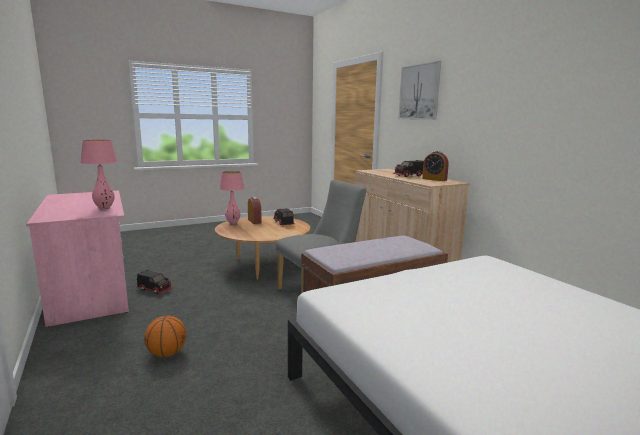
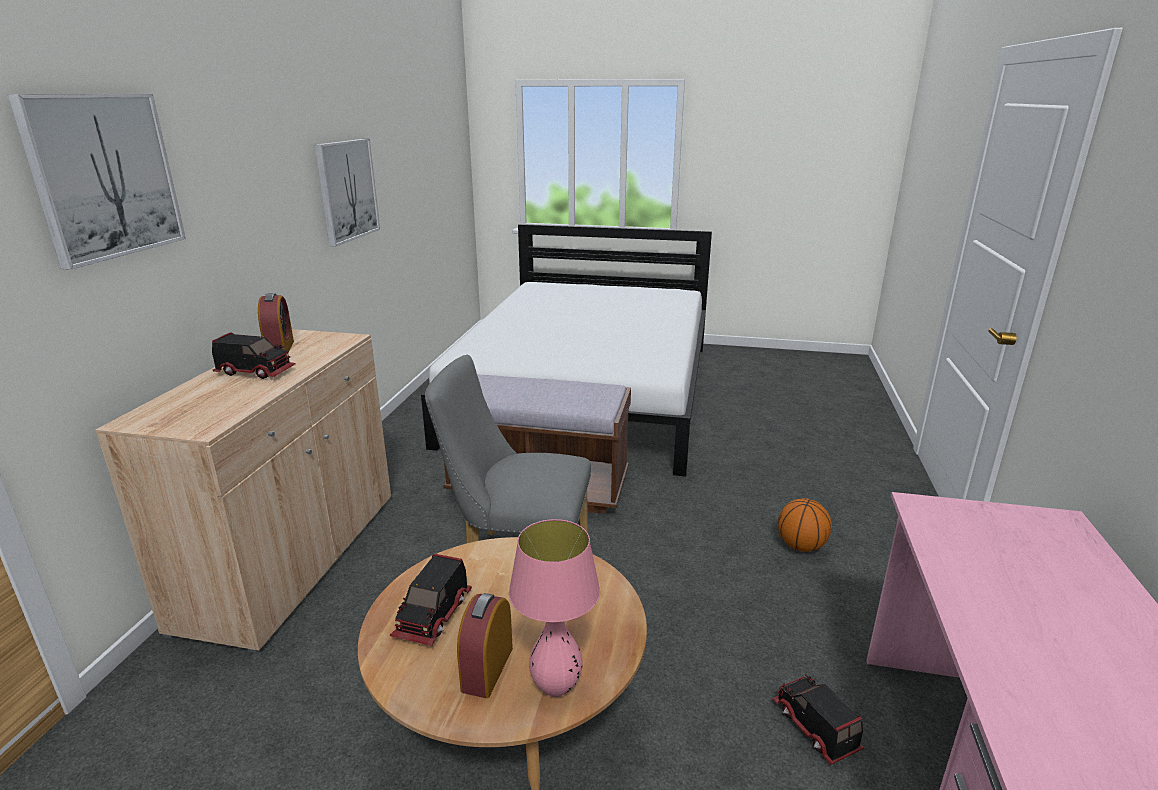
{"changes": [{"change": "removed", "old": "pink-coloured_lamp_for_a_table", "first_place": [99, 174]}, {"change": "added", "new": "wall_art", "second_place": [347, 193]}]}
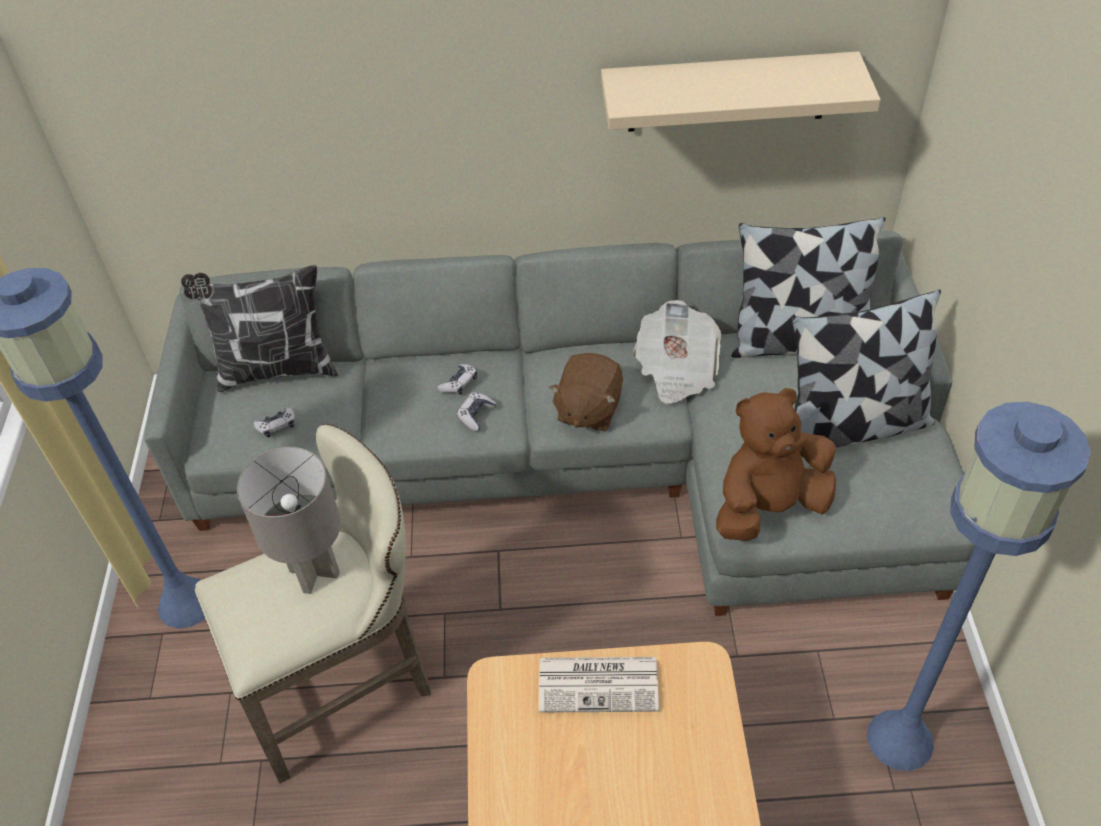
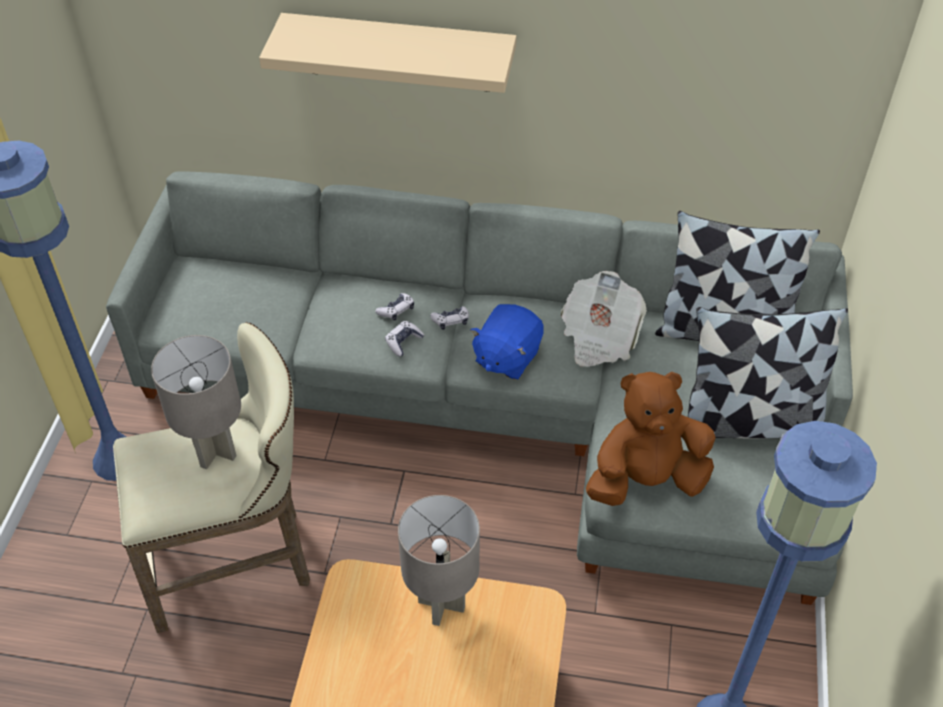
{"changes": [{"change": "removed", "old": "cushion", "first_place": [259, 328]}, {"change": "moved", "old": "game_controller", "first_place": [274, 422], "second_place": [449, 318]}, {"change": "replaced", "old": "printed_paper", "new": "gray_lamp_for_a_table", "first_place": [599, 685], "second_place": [439, 560]}, {"change": "recoloured", "old": "brown_plush_toy", "new": "bluish_plush_toy", "first_place": [586, 392], "second_place": [506, 342]}, {"change": "moved", "old": "beige_wall_shelf", "first_place": [741, 91], "second_place": [388, 53]}]}
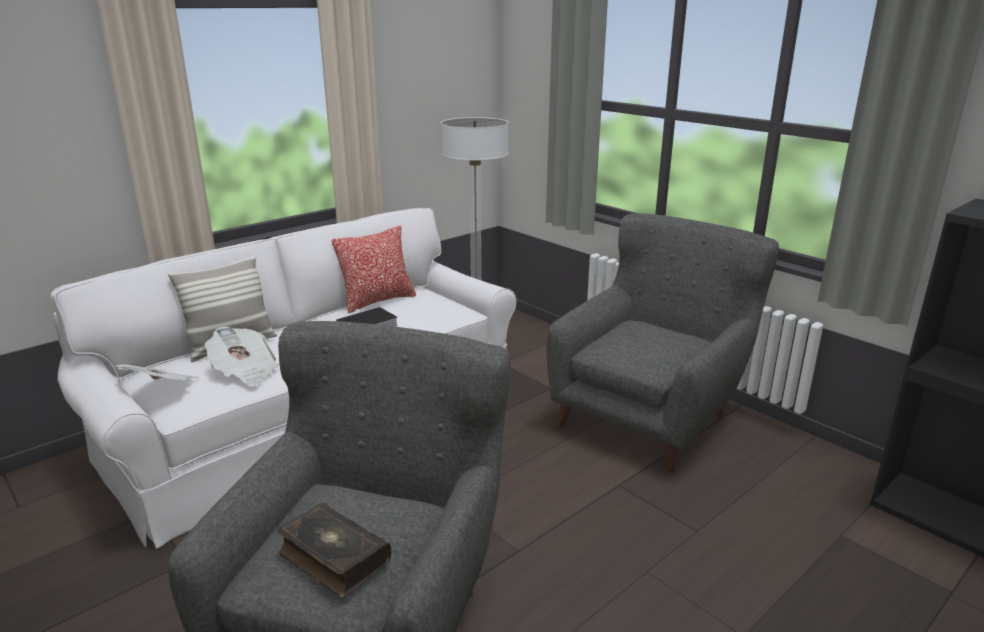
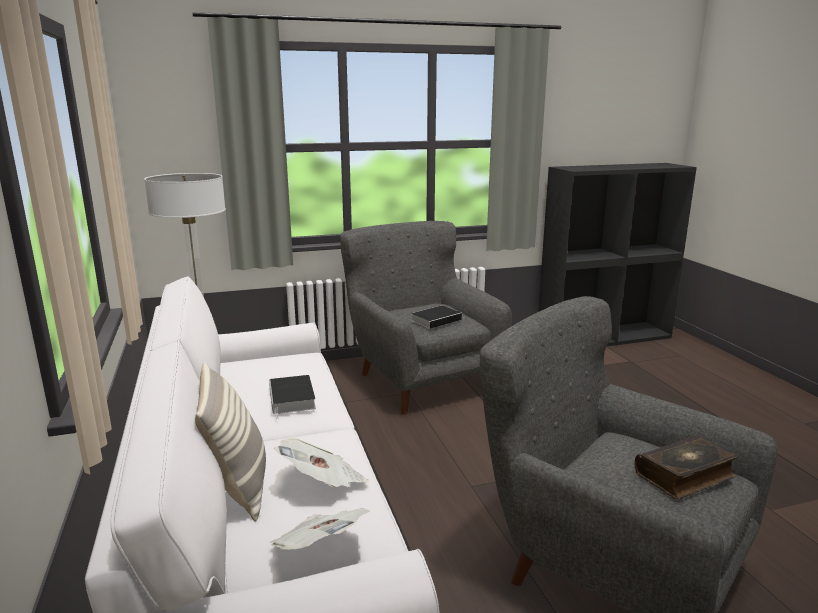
{"changes": [{"change": "removed", "old": "cushion", "first_place": [374, 270]}, {"change": "added", "new": "volume", "second_place": [438, 317]}]}
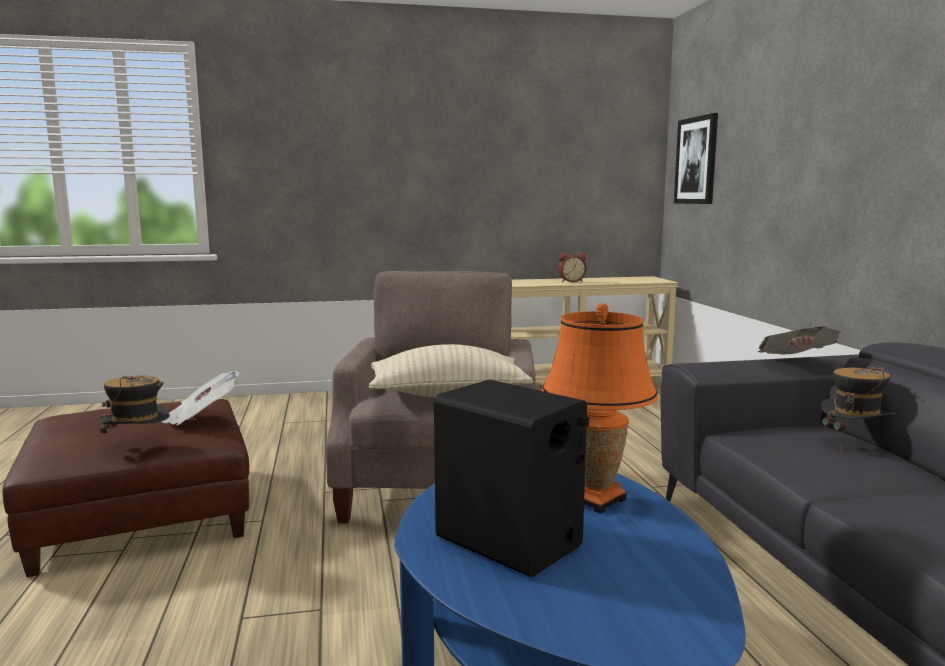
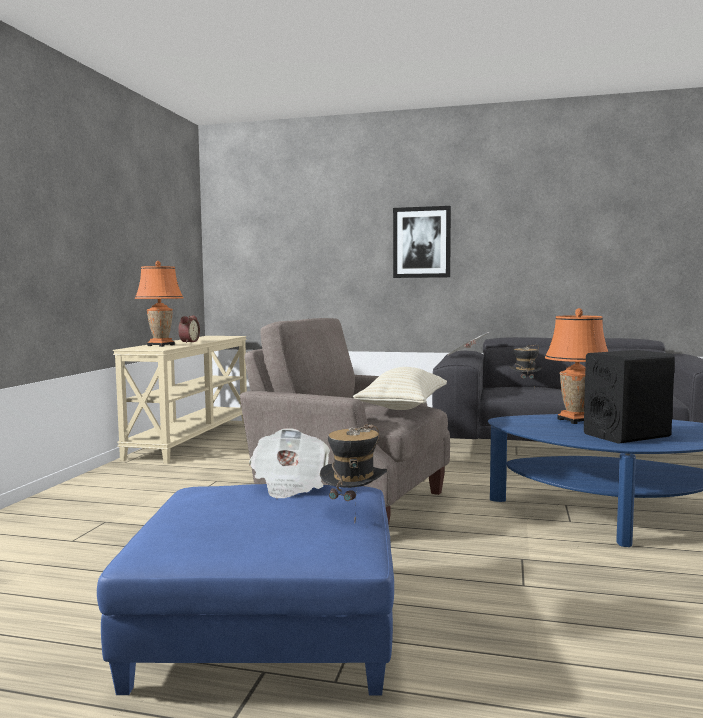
{"changes": [{"change": "recoloured", "old": "brown_pouffe", "new": "bluish_pouffe", "first_place": [126, 488], "second_place": [245, 589]}, {"change": "moved", "old": "wall_art", "first_place": [696, 158], "second_place": [422, 242]}, {"change": "added", "new": "orange-coloured_lamp_for_a_table", "second_place": [159, 304]}]}
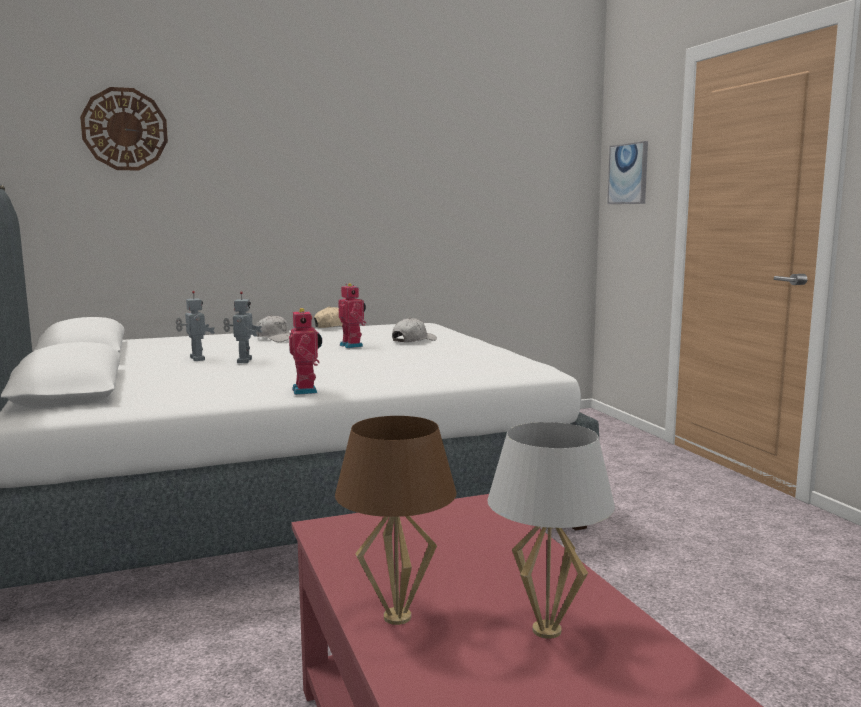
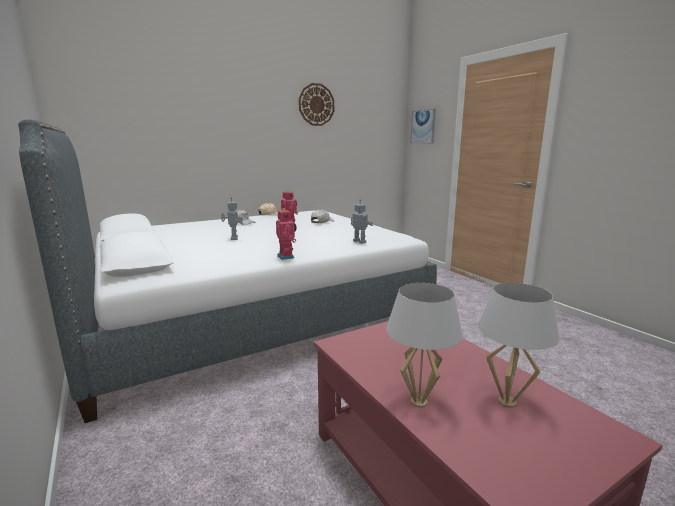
{"changes": [{"change": "moved", "old": "hanging_clock", "first_place": [124, 128], "second_place": [316, 104]}, {"change": "moved", "old": "robot_figure", "first_place": [195, 326], "second_place": [362, 221]}, {"change": "recoloured", "old": "brown_lamp_for_a_table", "new": "whitish_lamp_for_a_table", "first_place": [396, 520], "second_place": [424, 345]}]}
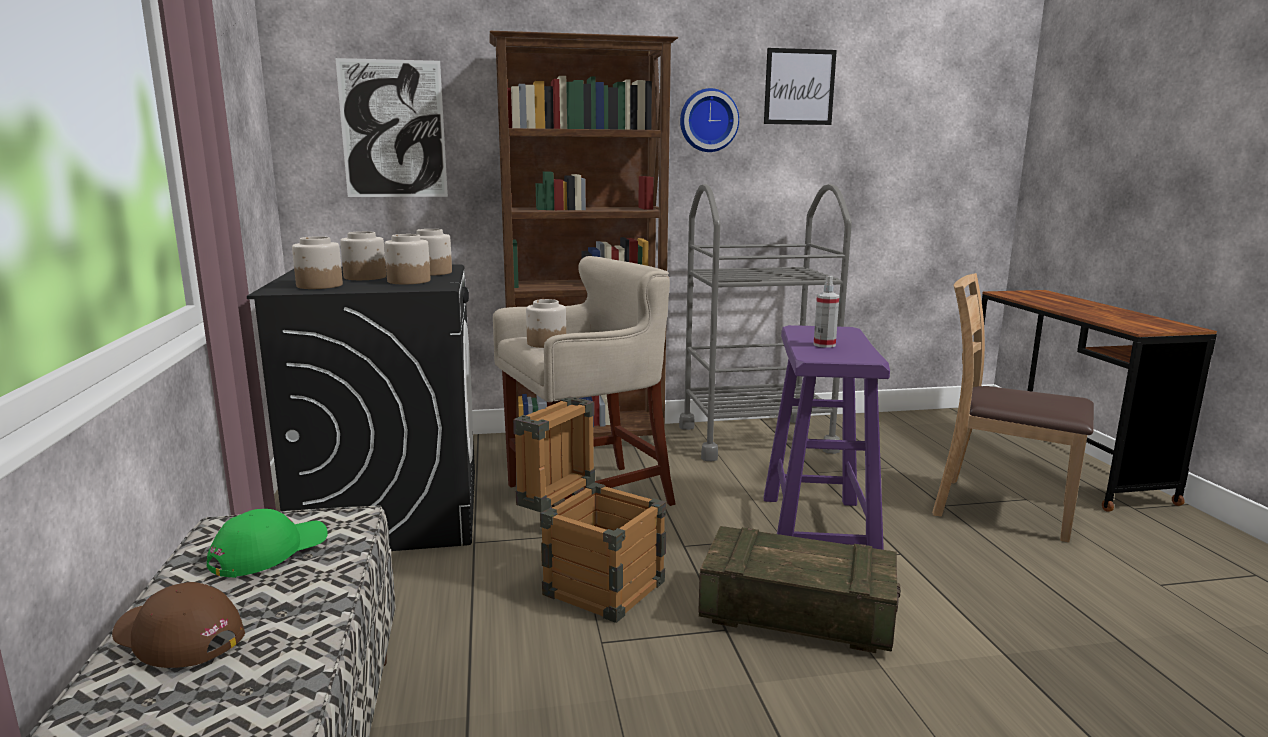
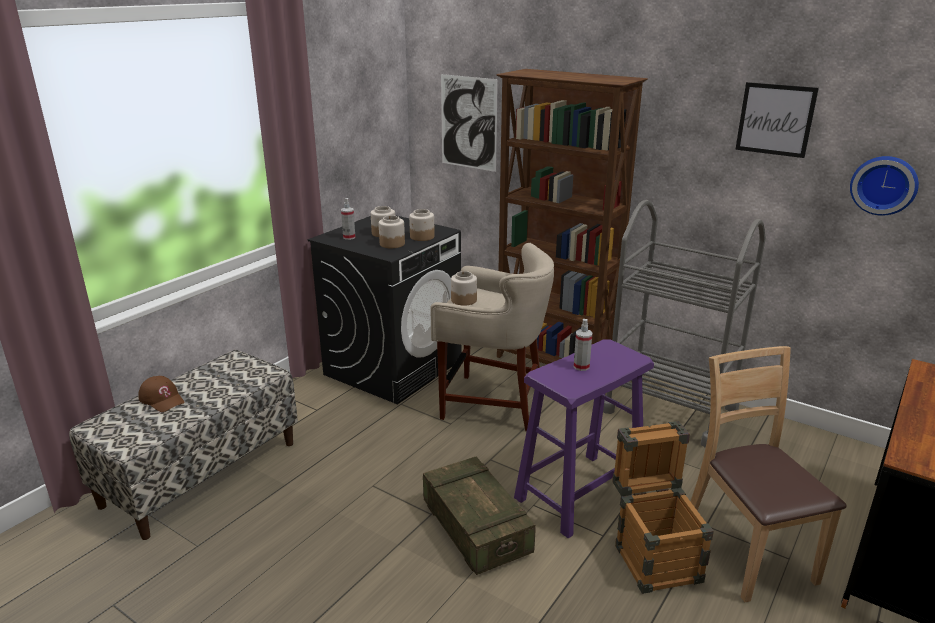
{"changes": [{"change": "turned", "old": "brown_cap", "first_place": [178, 625], "second_place": [161, 394], "degrees": 150}, {"change": "removed", "old": "green_cap", "first_place": [267, 543]}, {"change": "replaced", "old": "jar", "new": "spray_bottle", "first_place": [317, 262], "second_place": [348, 219]}, {"change": "moved", "old": "crate", "first_place": [589, 509], "second_place": [663, 507]}, {"change": "moved", "old": "hanging_clock", "first_place": [709, 120], "second_place": [884, 186]}]}
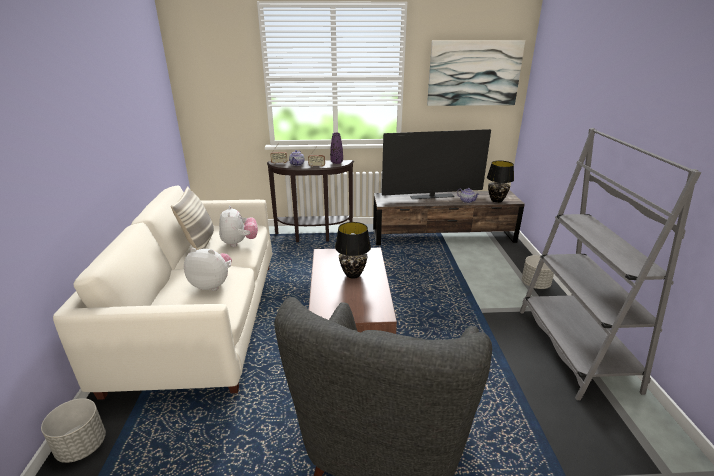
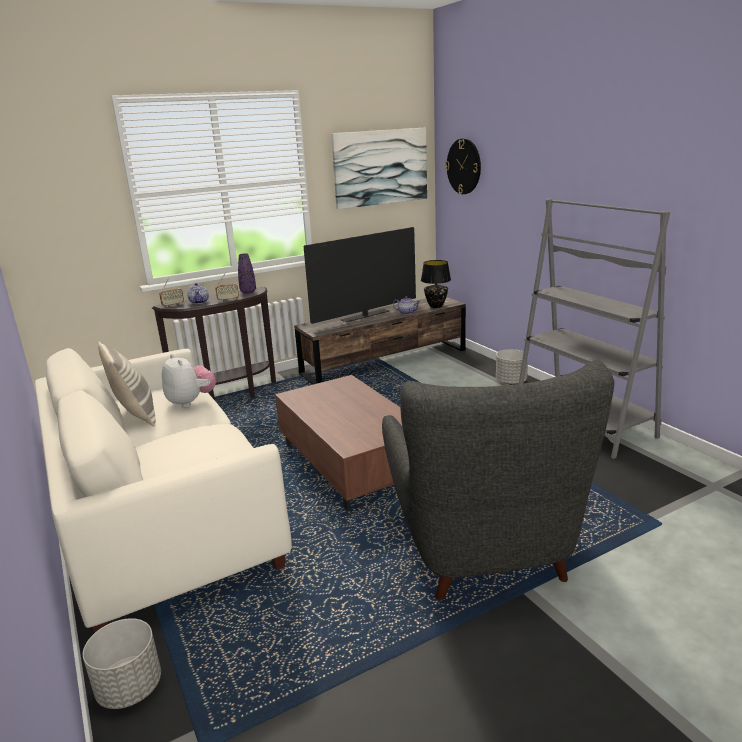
{"changes": [{"change": "removed", "old": "plush_toy", "first_place": [208, 269]}, {"change": "removed", "old": "black_lamp_for_a_table", "first_place": [353, 250]}, {"change": "added", "new": "hanging_clock", "second_place": [463, 166]}]}
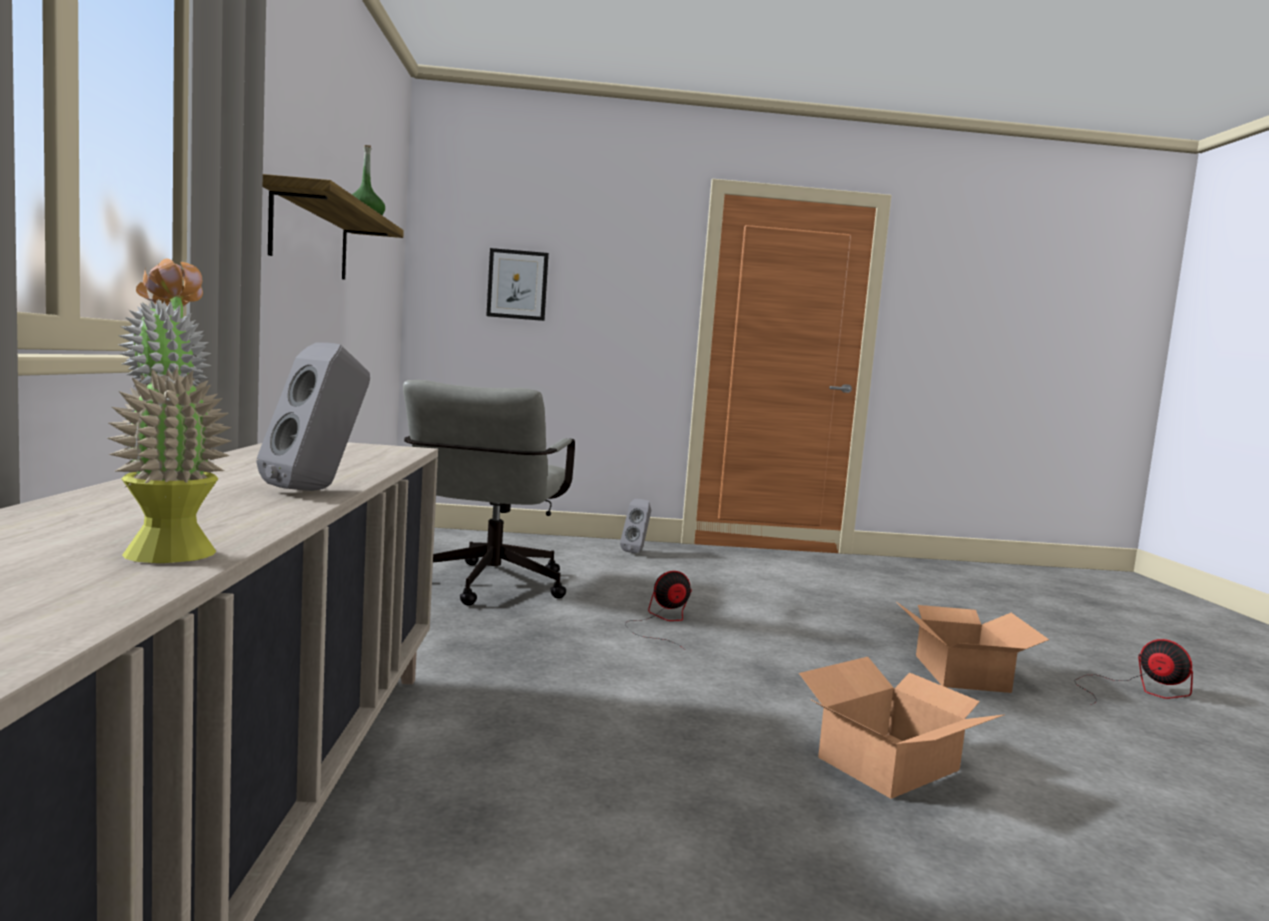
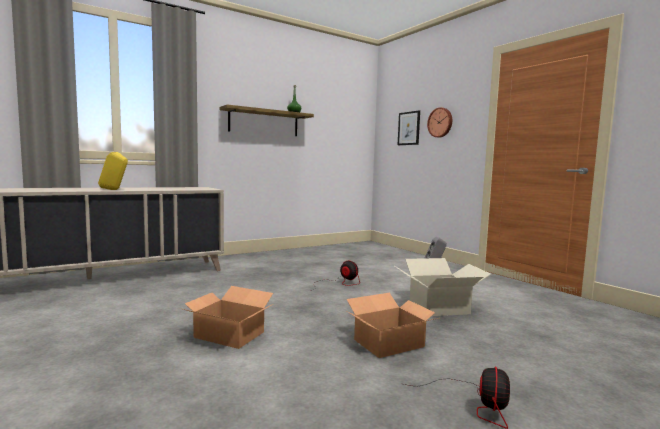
{"changes": [{"change": "removed", "old": "houseplant", "first_place": [170, 411]}, {"change": "recoloured", "old": "gray_audio_speaker", "new": "yellowish_audio_speaker", "first_place": [313, 417], "second_place": [113, 171]}, {"change": "removed", "old": "gray_office_chair", "first_place": [489, 493]}, {"change": "added", "new": "packing_box", "second_place": [443, 287]}, {"change": "added", "new": "hanging_clock", "second_place": [439, 122]}]}
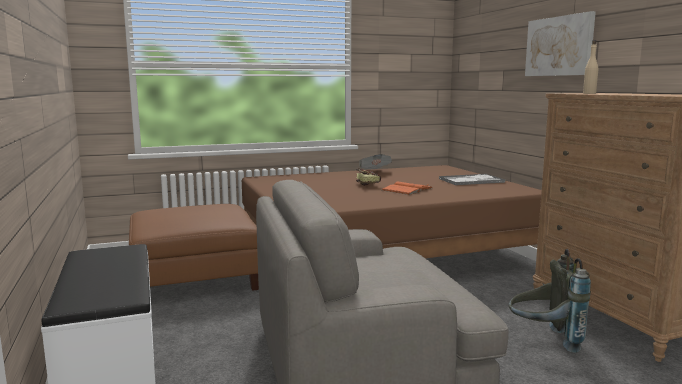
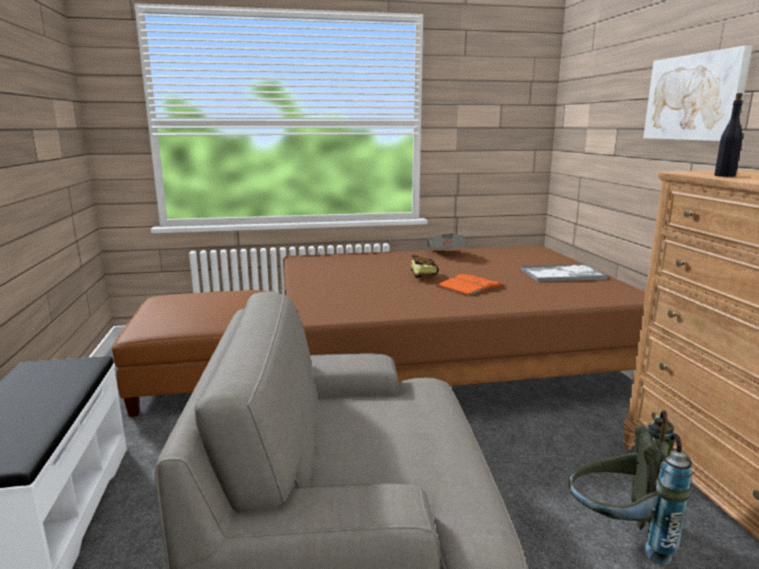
{"changes": [{"change": "recoloured", "old": "beige_drink_bottle", "new": "black_drink_bottle", "first_place": [590, 67], "second_place": [728, 135]}]}
